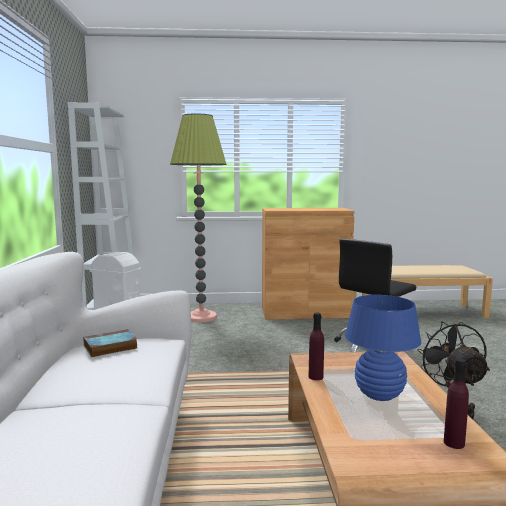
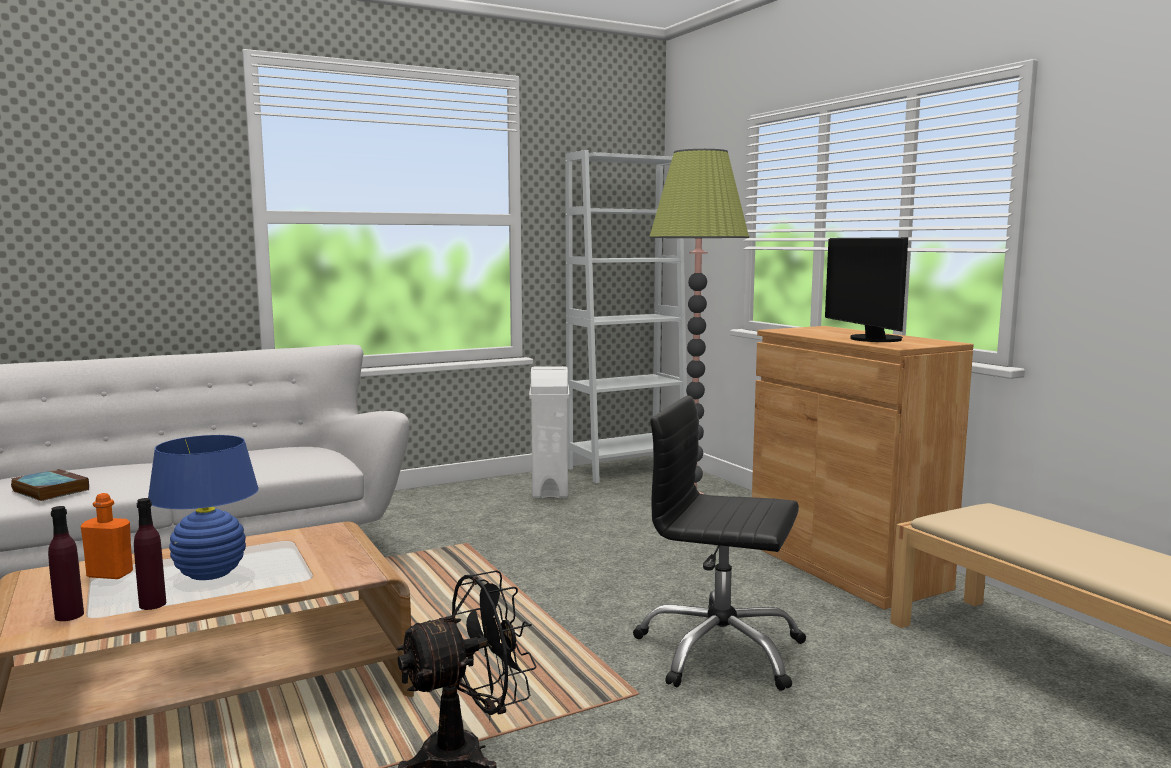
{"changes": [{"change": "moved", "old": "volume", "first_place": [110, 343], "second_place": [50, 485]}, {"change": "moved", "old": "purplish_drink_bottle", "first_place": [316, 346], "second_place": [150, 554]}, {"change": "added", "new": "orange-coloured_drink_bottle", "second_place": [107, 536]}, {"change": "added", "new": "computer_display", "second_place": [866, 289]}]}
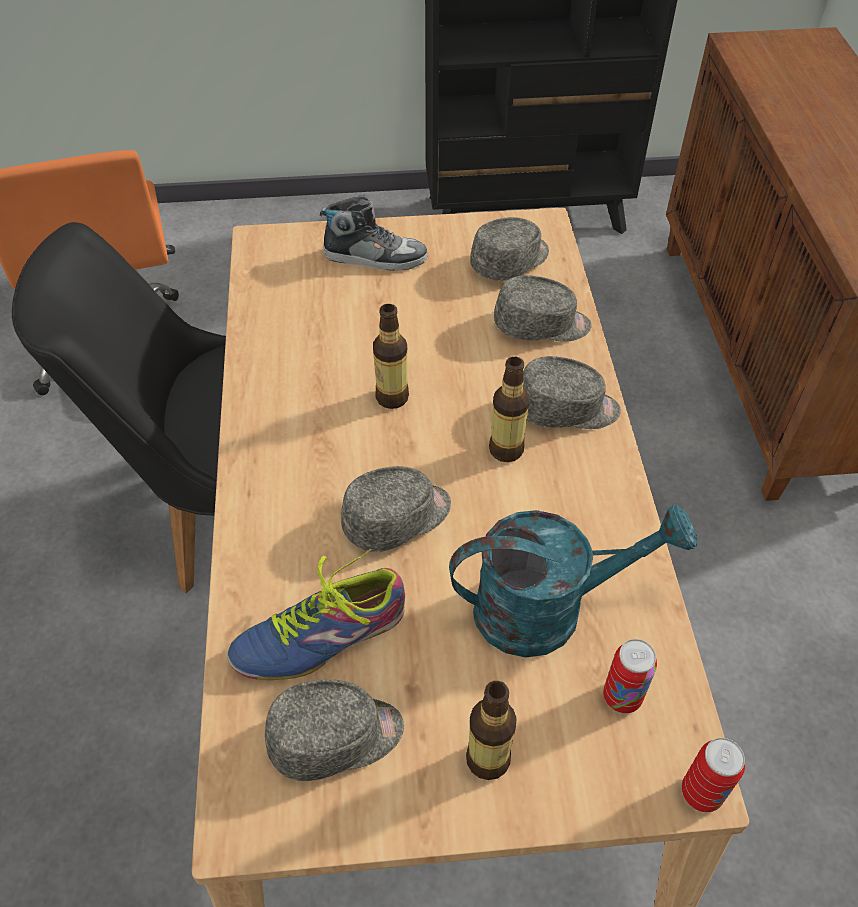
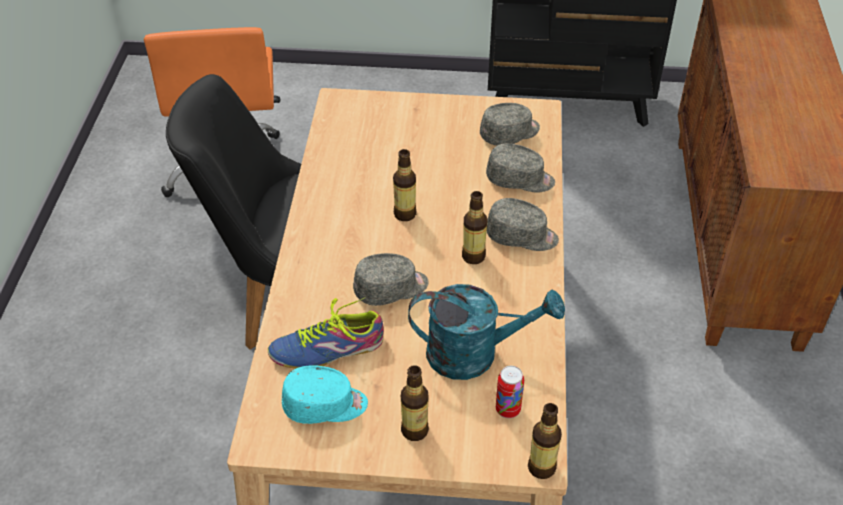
{"changes": [{"change": "recoloured", "old": "gray_cap", "new": "turquoise-coloured_cap", "first_place": [334, 730], "second_place": [325, 394]}, {"change": "removed", "old": "low_shoe", "first_place": [374, 233]}, {"change": "replaced", "old": "metal_can", "new": "drink_bottle", "first_place": [713, 775], "second_place": [545, 441]}]}
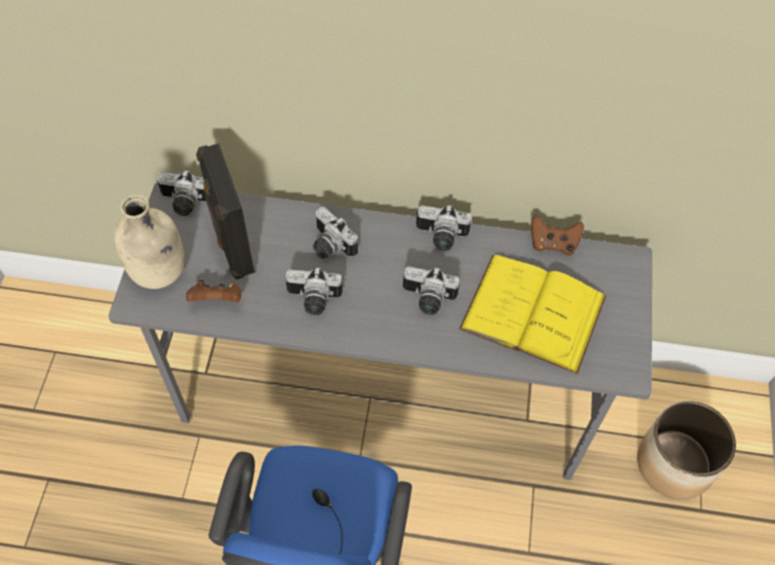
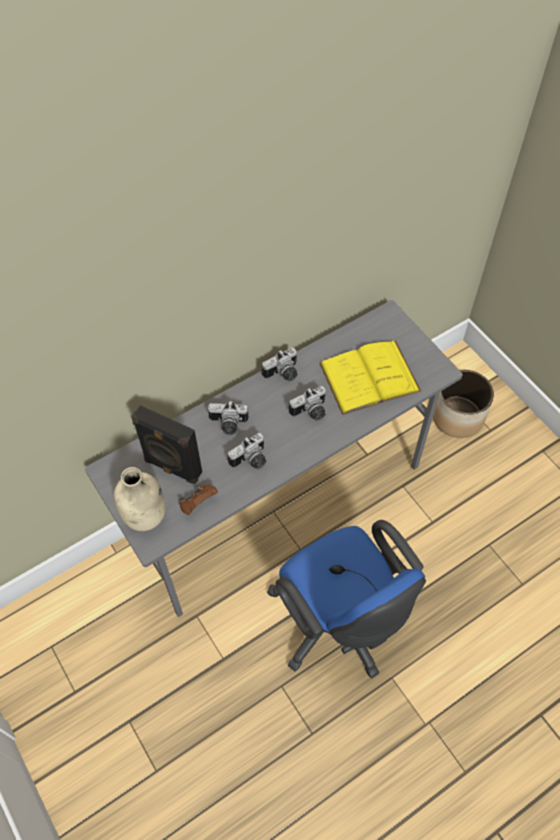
{"changes": [{"change": "removed", "old": "still_camera", "first_place": [181, 193]}, {"change": "removed", "old": "brown_game_controller", "first_place": [557, 235]}]}
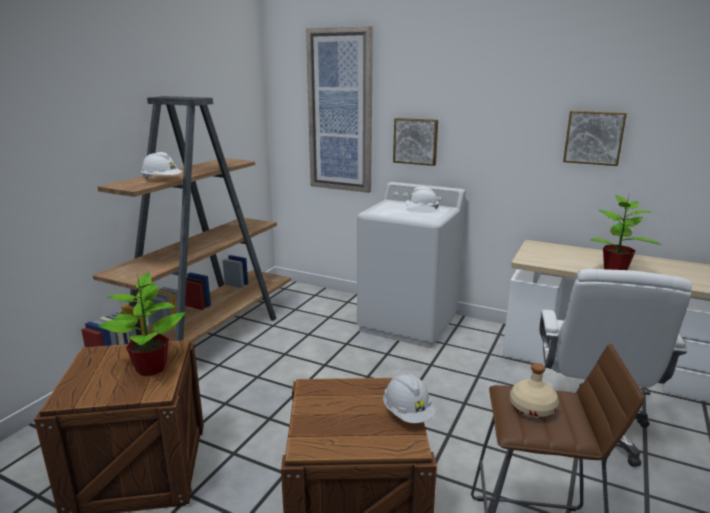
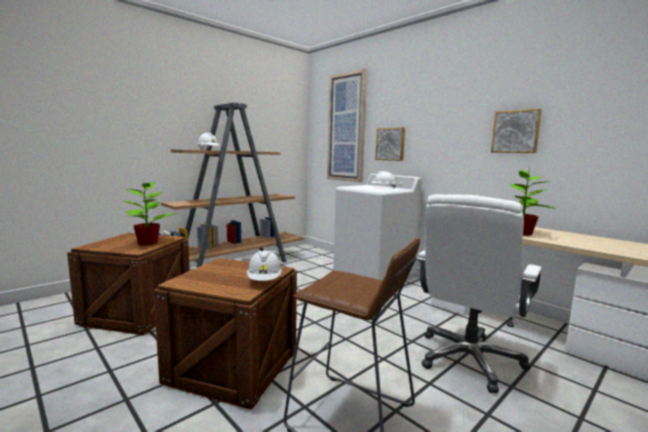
{"changes": [{"change": "removed", "old": "beige_drink_bottle", "first_place": [534, 391]}]}
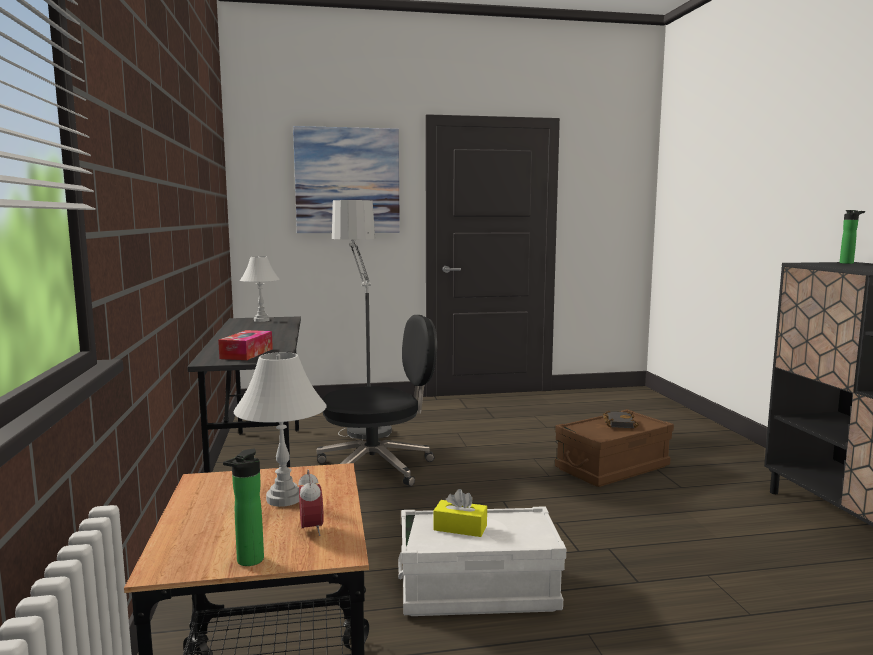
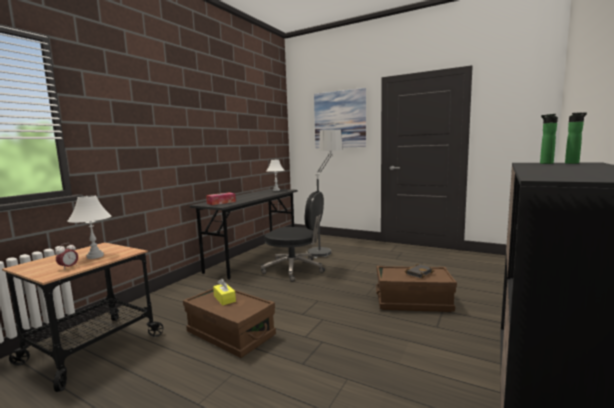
{"changes": [{"change": "moved", "old": "drink_bottle", "first_place": [243, 507], "second_place": [549, 139]}, {"change": "recoloured", "old": "whitish_storage_bin", "new": "brown_storage_bin", "first_place": [482, 561], "second_place": [229, 323]}]}
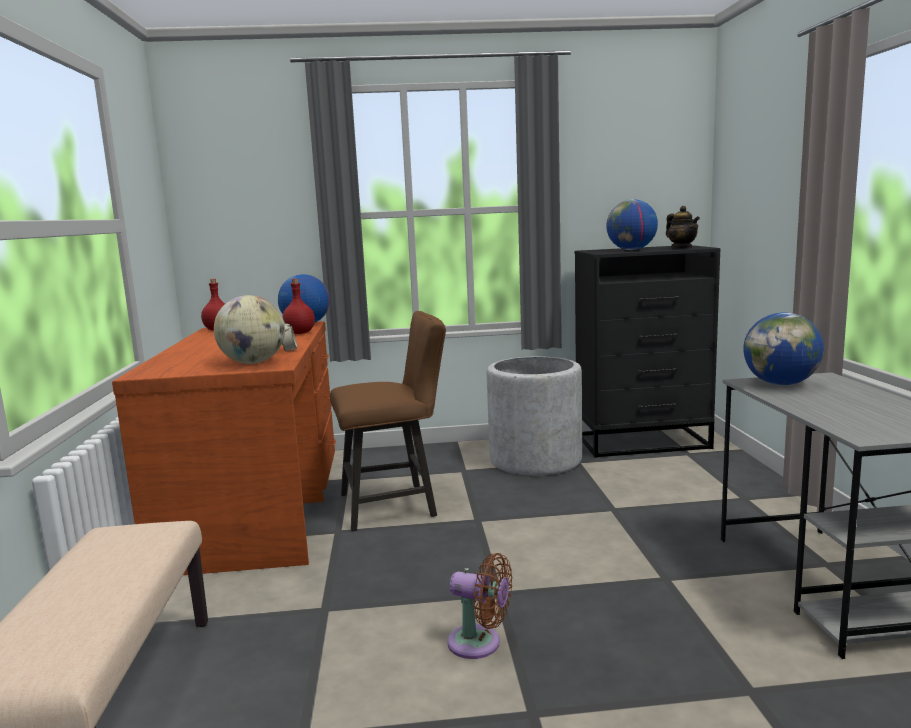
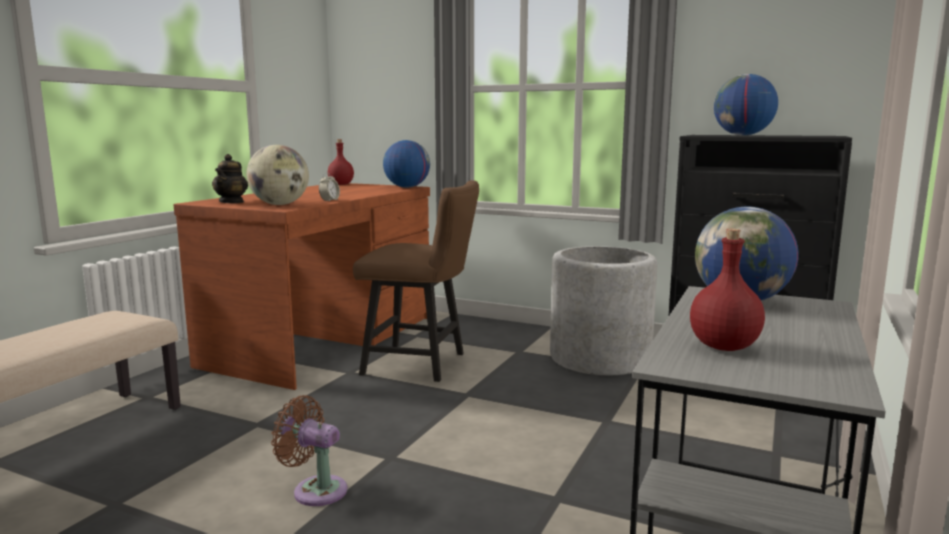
{"changes": [{"change": "moved", "old": "red-coloured_drink_bottle", "first_place": [298, 306], "second_place": [727, 290]}, {"change": "turned", "old": "brown_cooling_fan", "first_place": [479, 606], "second_place": [309, 450], "degrees": 150}, {"change": "moved", "old": "teapot", "first_place": [683, 227], "second_place": [230, 178]}]}
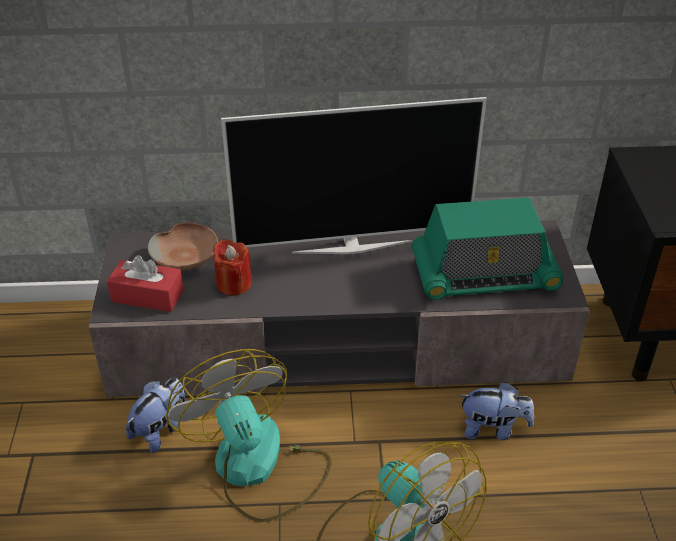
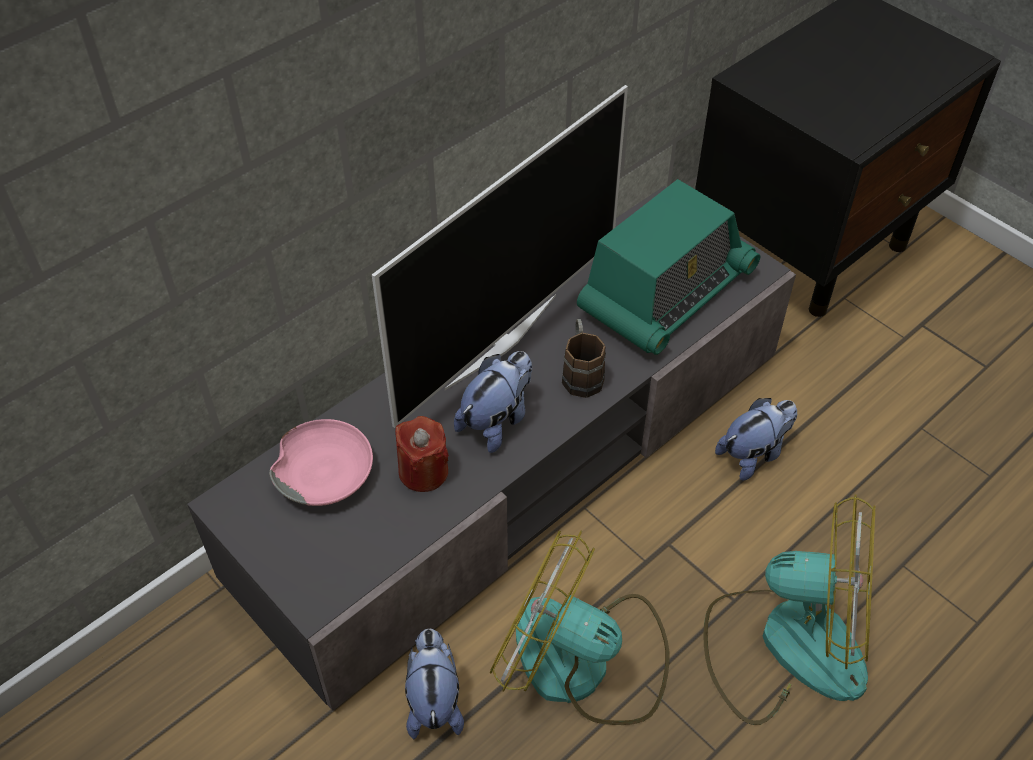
{"changes": [{"change": "removed", "old": "red-coloured_tissue_box", "first_place": [145, 283]}, {"change": "recoloured", "old": "brown_serving_bowl", "new": "pink-coloured_serving_bowl", "first_place": [183, 246], "second_place": [321, 462]}, {"change": "added", "new": "plush_toy", "second_place": [493, 402]}, {"change": "added", "new": "brown_tea_mug", "second_place": [584, 358]}]}
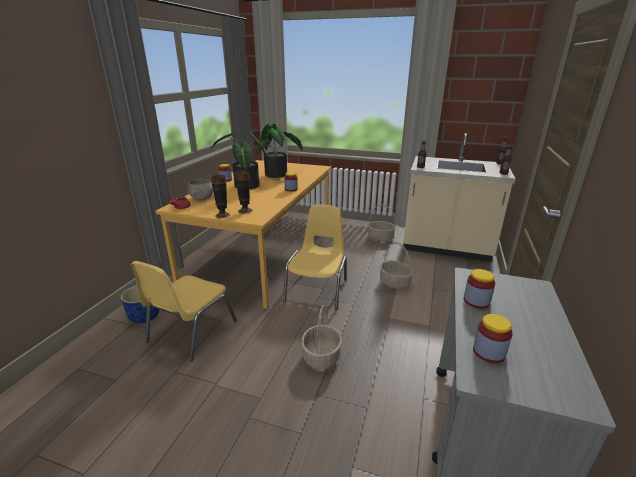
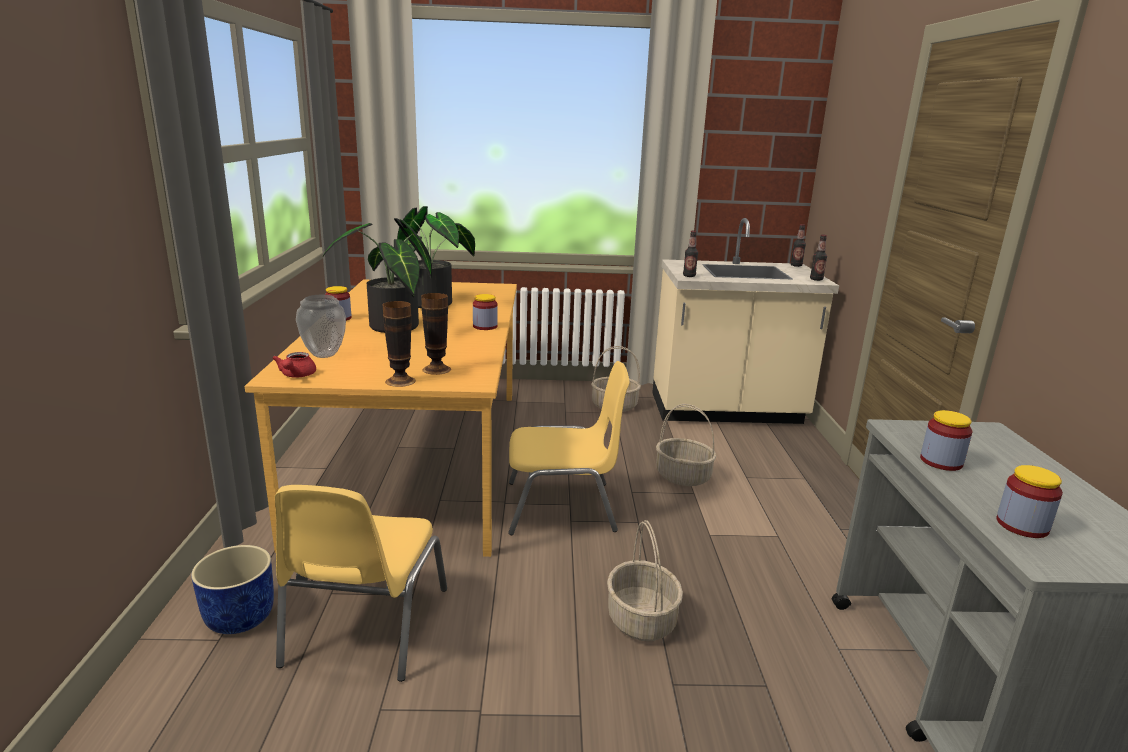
{"changes": [{"change": "replaced", "old": "gray_serving_bowl", "new": "vase", "first_place": [200, 189], "second_place": [321, 326]}, {"change": "turned", "old": "yellowish_plain_chair", "first_place": [315, 257], "second_place": [569, 448], "degrees": 90}]}
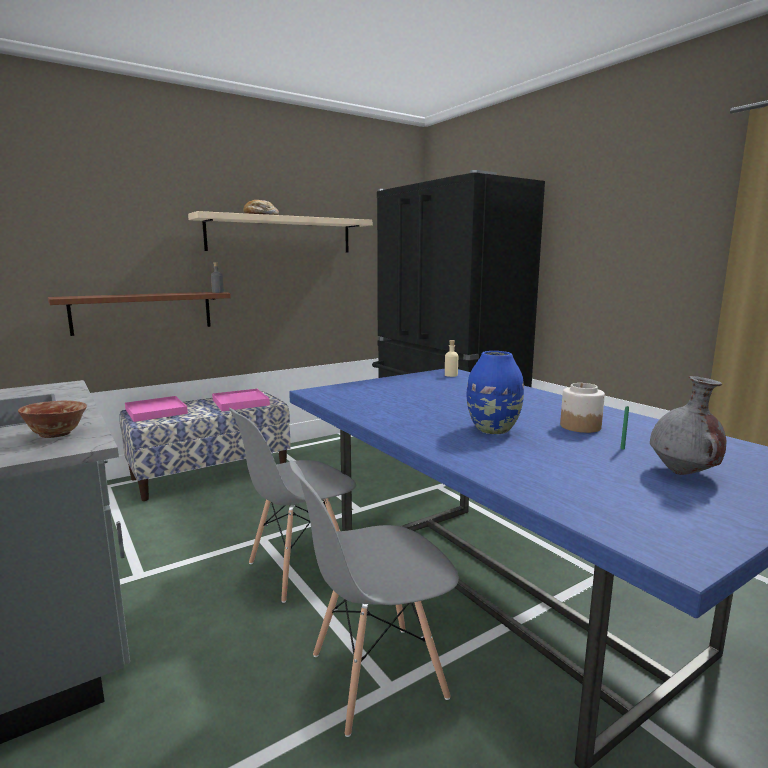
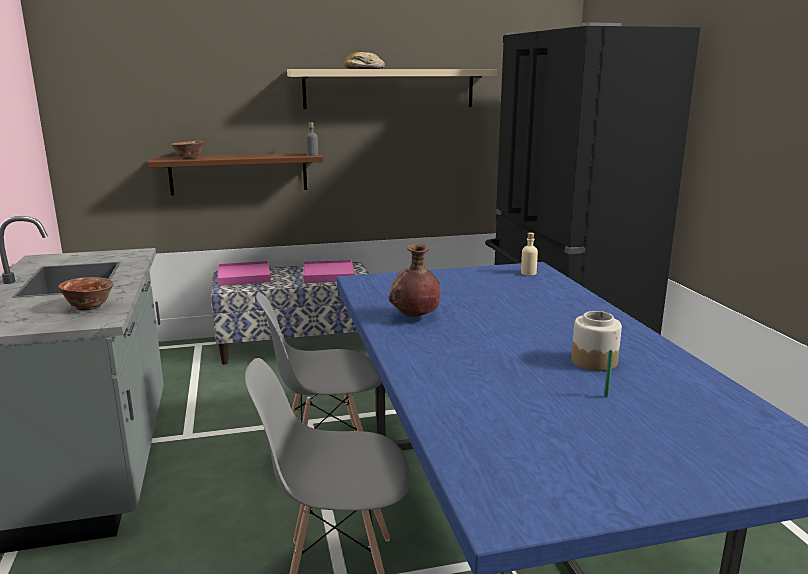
{"changes": [{"change": "removed", "old": "bluish_vase", "first_place": [495, 392]}, {"change": "removed", "old": "gray_vase", "first_place": [688, 425]}, {"change": "added", "new": "serving_bowl", "second_place": [187, 150]}, {"change": "added", "new": "brown_vase", "second_place": [415, 280]}]}
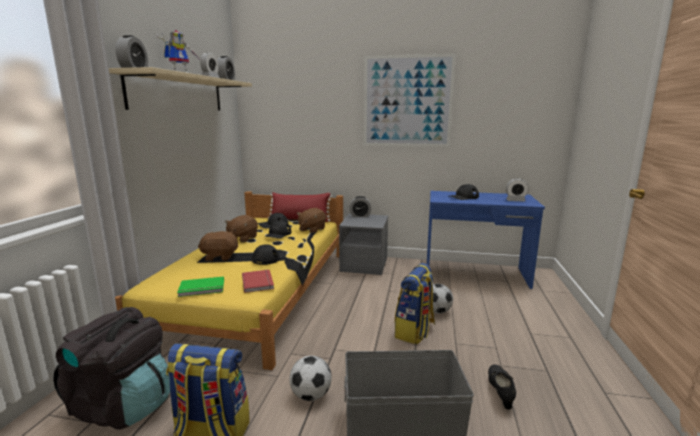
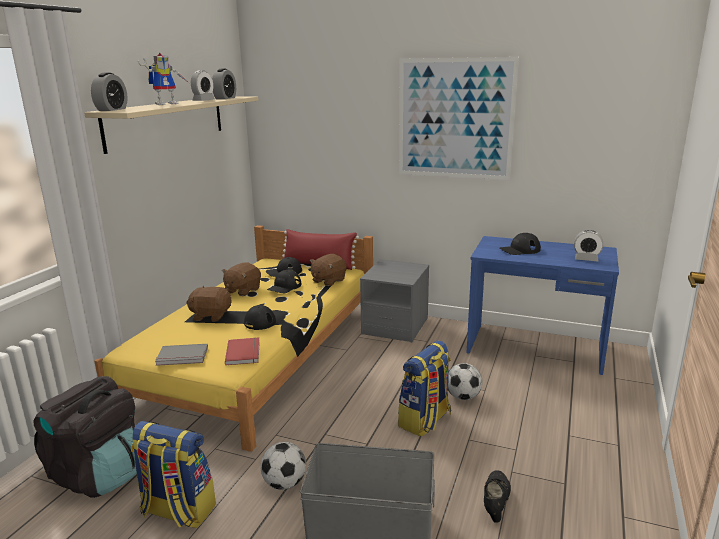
{"changes": [{"change": "recoloured", "old": "green_volume", "new": "gray_volume", "first_place": [200, 287], "second_place": [181, 355]}, {"change": "removed", "old": "table_clock", "first_place": [360, 206]}]}
